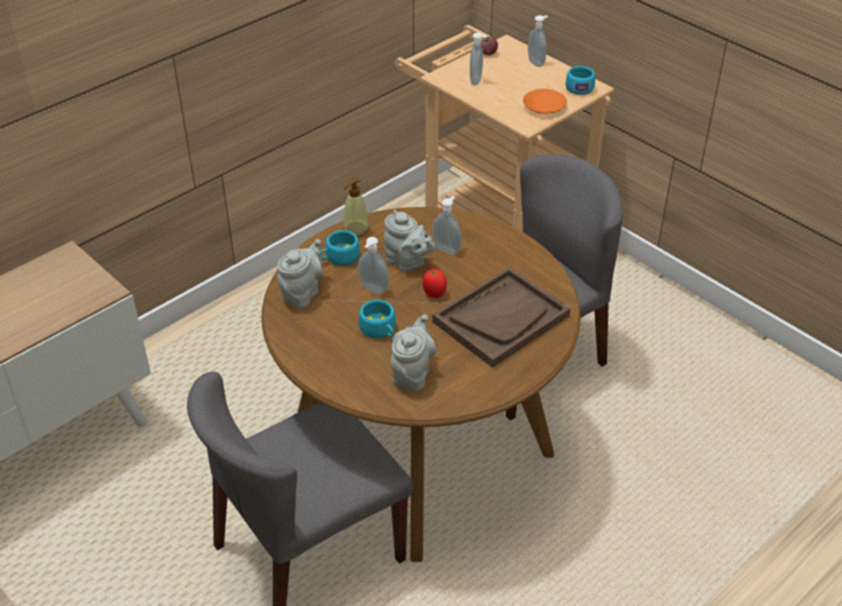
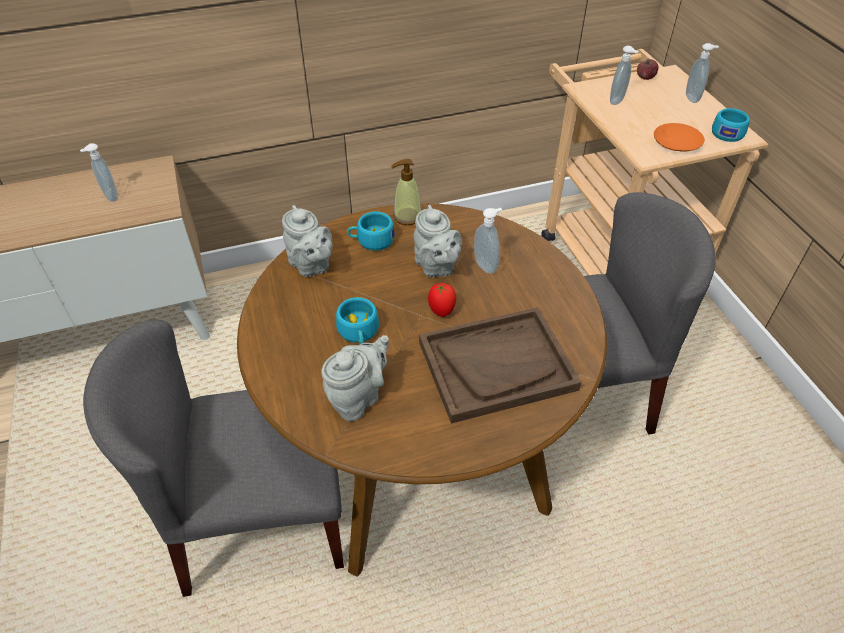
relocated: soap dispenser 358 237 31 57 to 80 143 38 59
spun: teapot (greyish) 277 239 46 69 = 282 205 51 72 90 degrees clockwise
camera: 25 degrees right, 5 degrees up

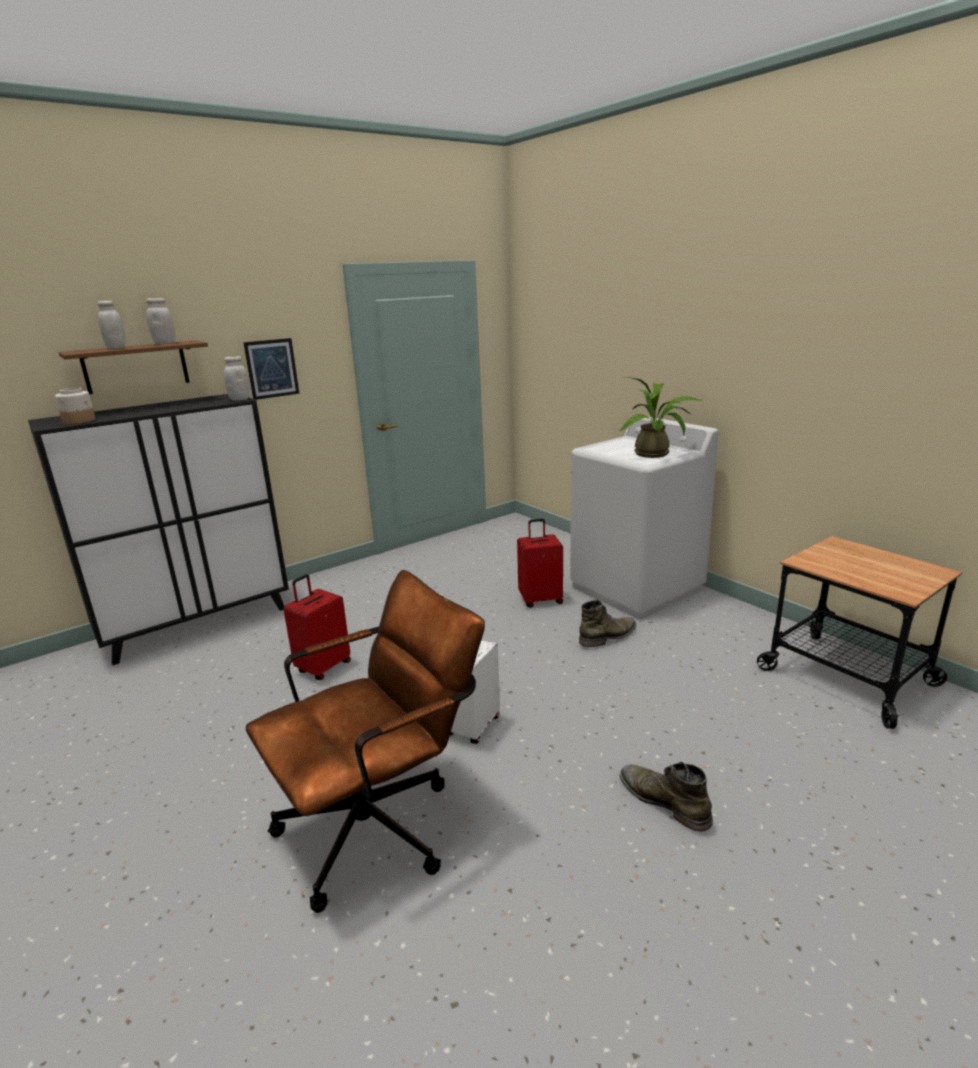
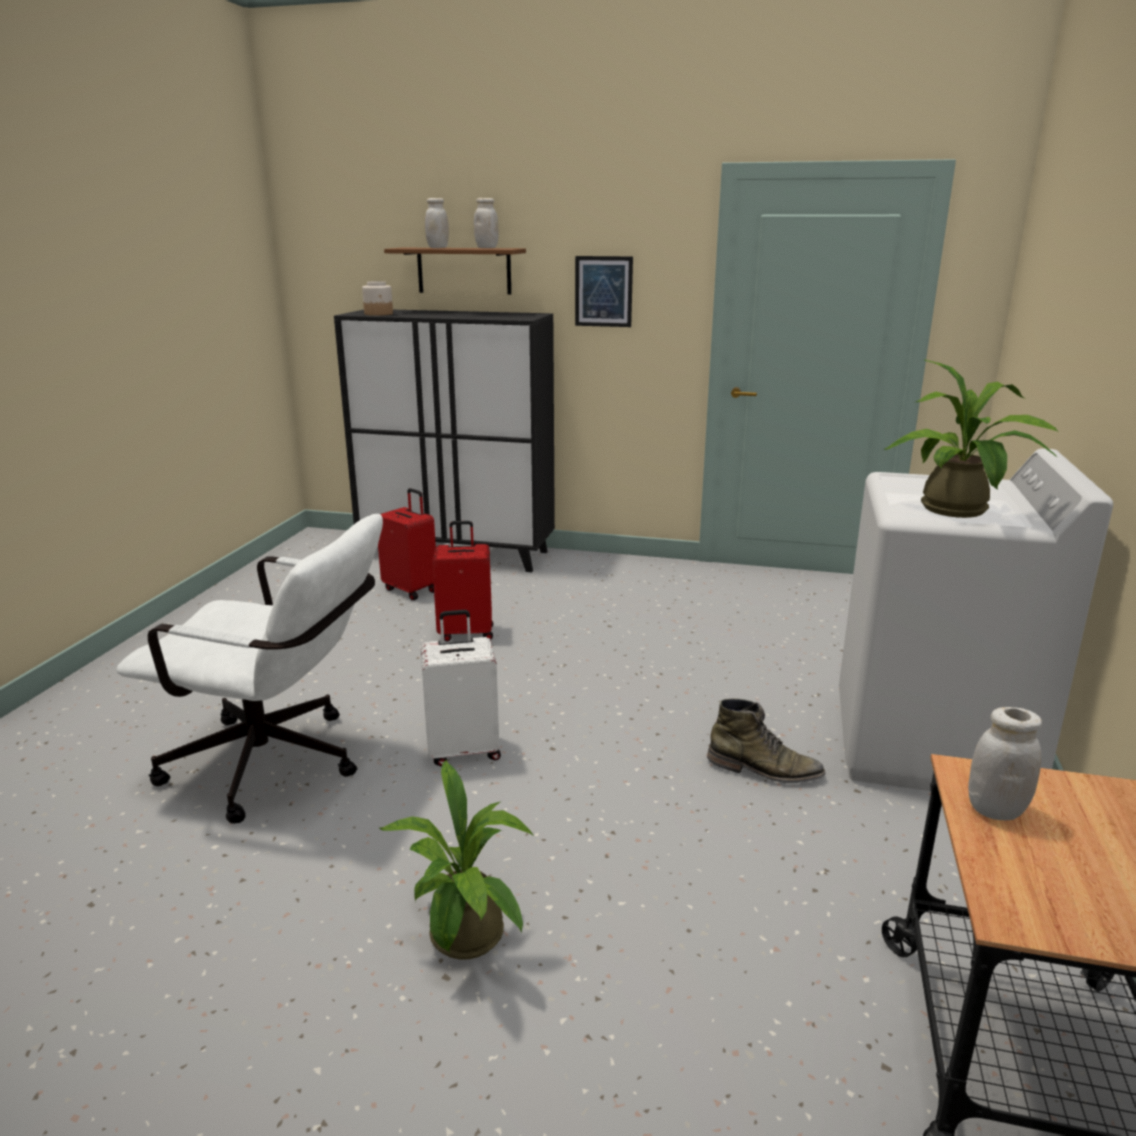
relocated: jar (white-coloured) 224 356 26 45 to 968 707 74 113; travel case (reddish) 517 519 46 89 to 378 488 58 112
exchanged: tall boot (greenish) 620 762 93 70 to houseplant 379 759 155 201
colour: computer chair (brownish) 246 570 239 343 to computer chair (white-coloured) 116 514 267 310
camera: 50 degrees right, 0 degrees up

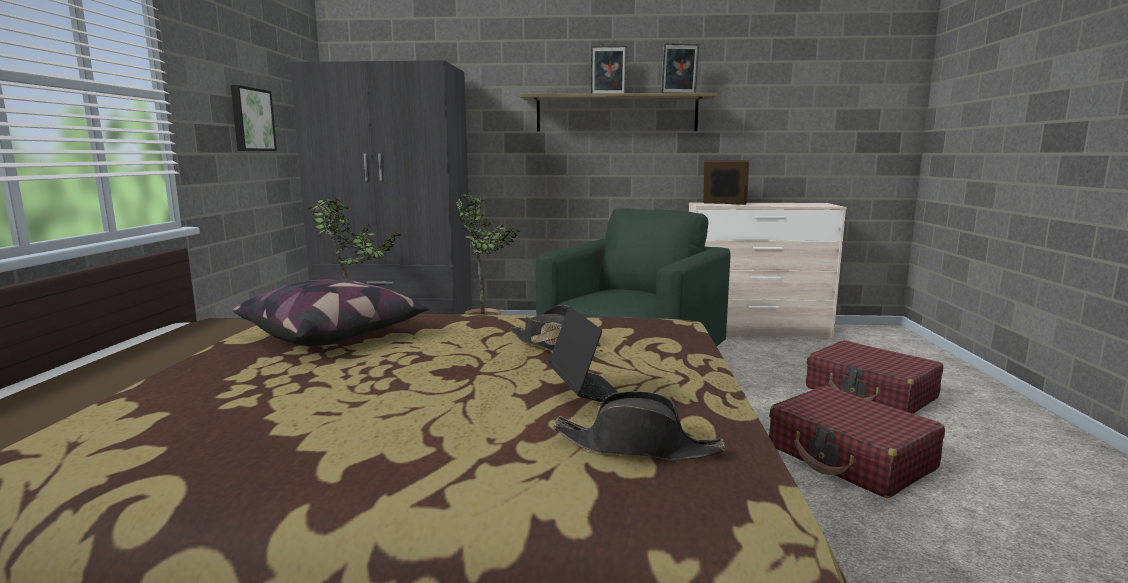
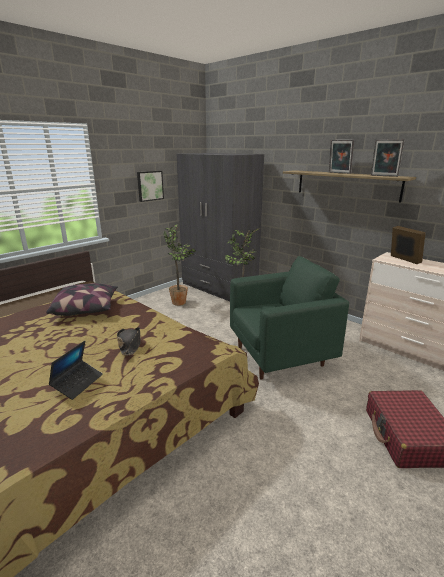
missing: travel case (reddish) 769 386 176 112; hat (blackish) 554 391 171 69
camera: 40 degrees right, 10 degrees up

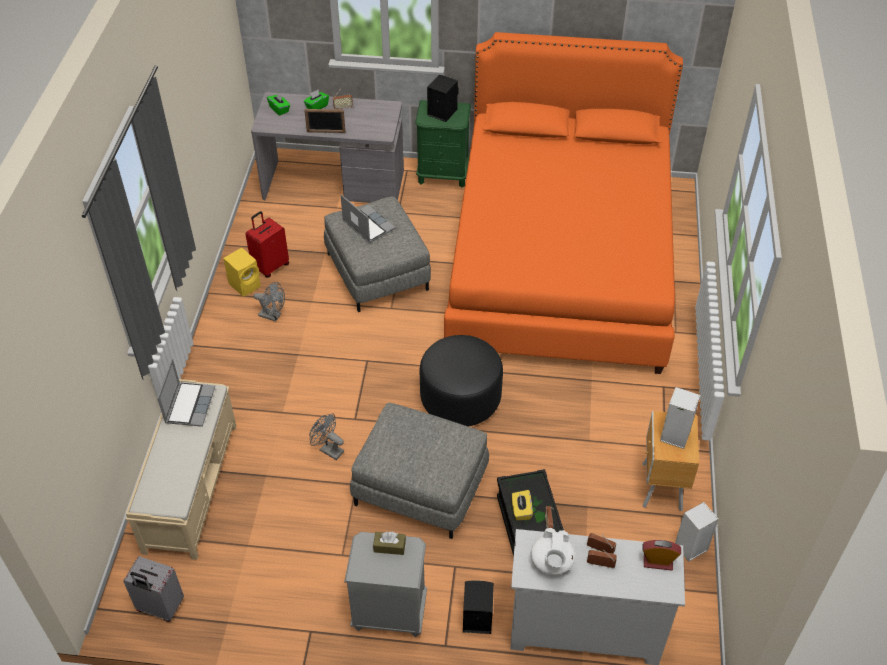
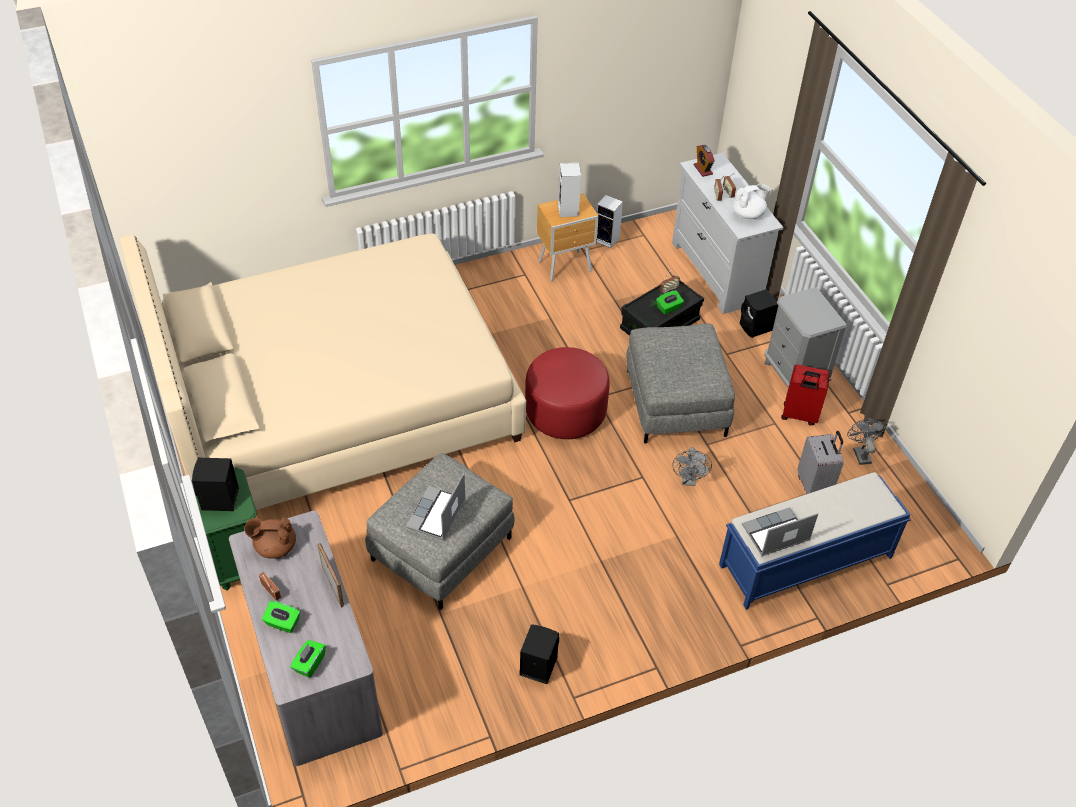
missing: tissue holder (brownish) 373 532 33 23
appeared: teapot (brownish) 244 517 52 42
relocated: travel case (reddish) 246 211 43 67 to 781 364 49 62; fan (greyish) 253 282 32 40 to 847 419 38 46; travel case (greyish) 123 556 61 66 to 797 431 47 63
colour: bedroom bed (orangey) 444 32 239 342 to bedroom bed (beige-coloured) 119 234 407 276; loudspeaker (yellow-coloured) 223 248 38 49 to loudspeaker (blackish) 520 624 39 60; ottoman (blackish) 420 335 83 91 to ottoman (reddish) 525 347 85 92; indoor bench (beige-coloured) 126 379 110 181 to indoor bench (blue-coloured) 719 472 192 138; tissue holder (yellow-coloured) 512 490 21 30 to tissue holder (greenish) 656 290 28 24
camera: 120 degrees left, 0 degrees up

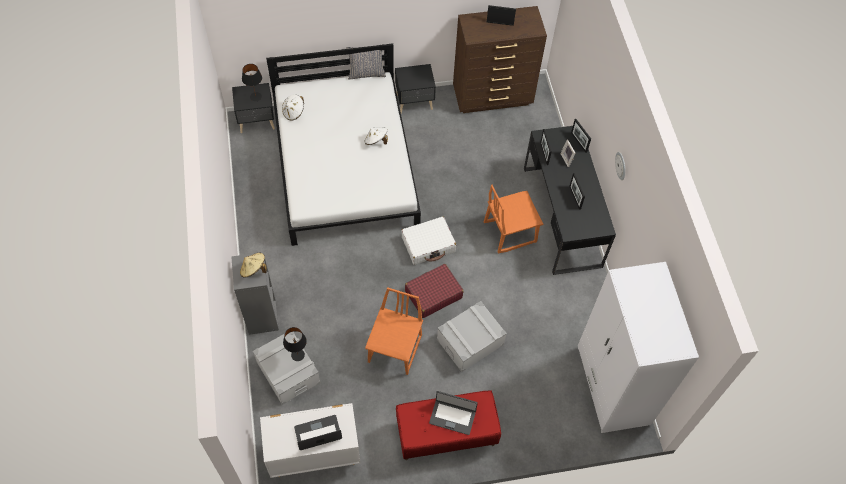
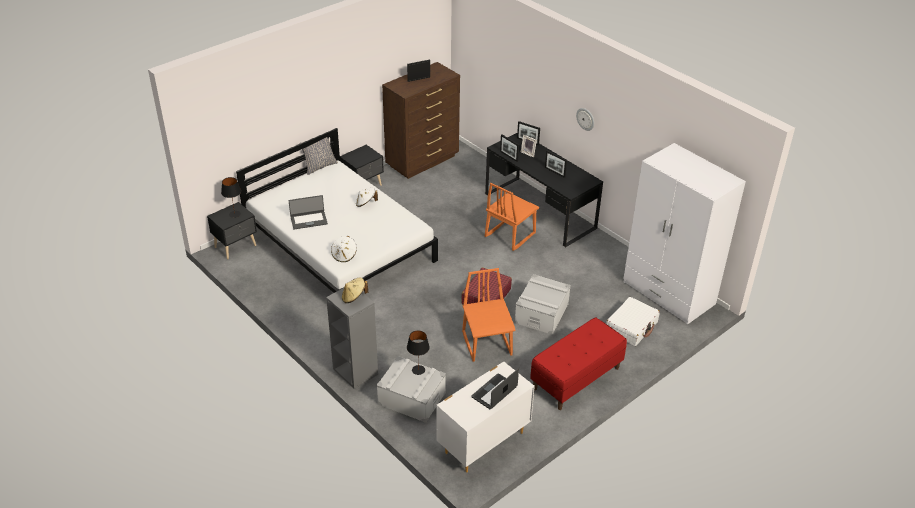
relocated: hat (white-coloured) 282 95 22 26 to 331 236 26 26; travel case (white-coloured) 401 217 55 48 to 606 297 54 49; notebook computer 429 391 49 44 to 289 195 39 34
camera: 30 degrees left, 20 degrees down

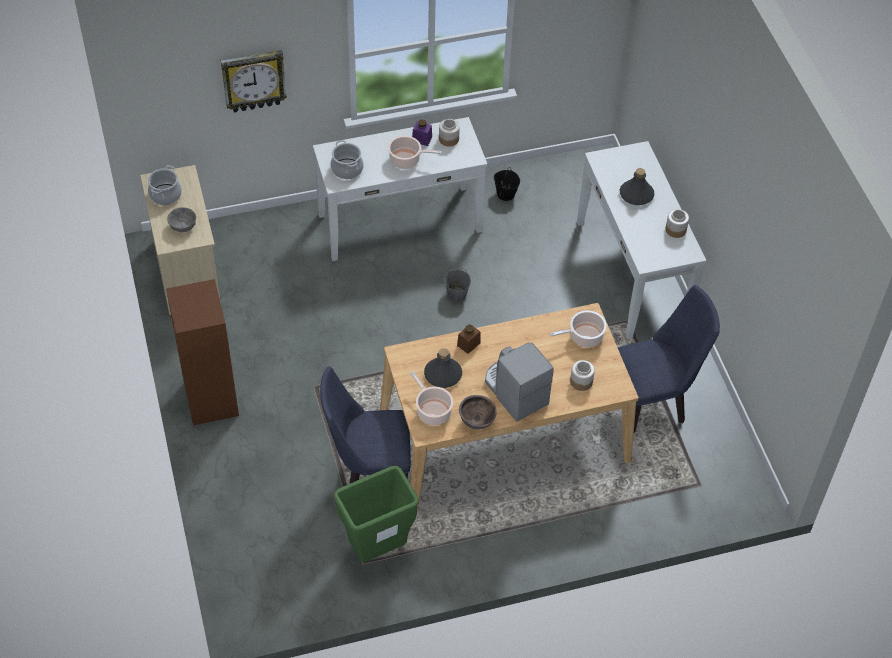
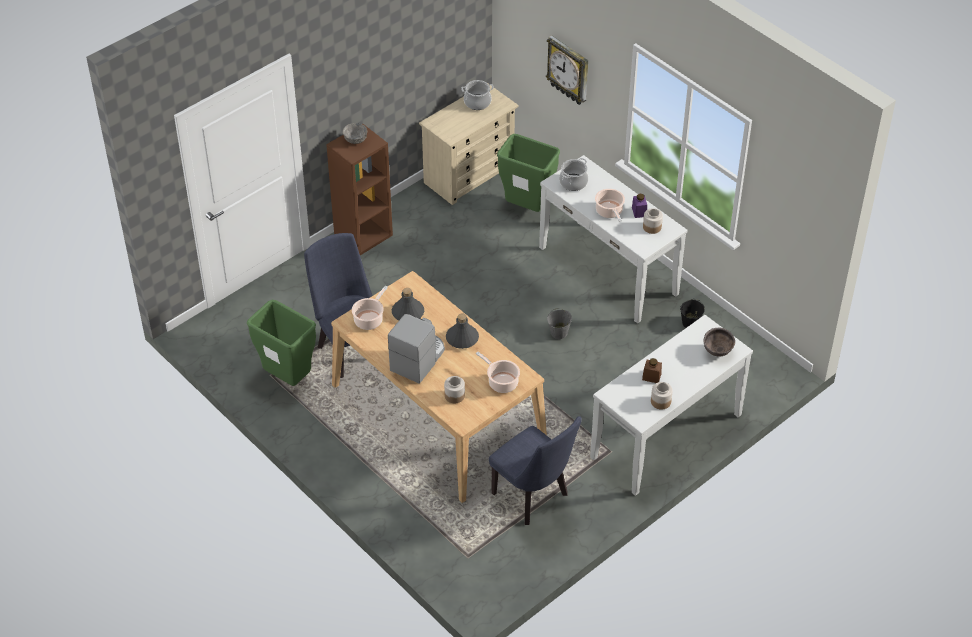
appeared: waste bin (greenish) 497 134 63 78
relocated: bottle (greyish) 620 168 34 37 to 446 313 33 36; bowl (greyish) 167 207 29 25 to 342 123 25 21; jar (brownish) 457 324 24 30 to 642 358 20 25; bowl (brownish) 459 395 38 35 to 704 328 31 29
camera: 65 degrees right, 5 degrees down

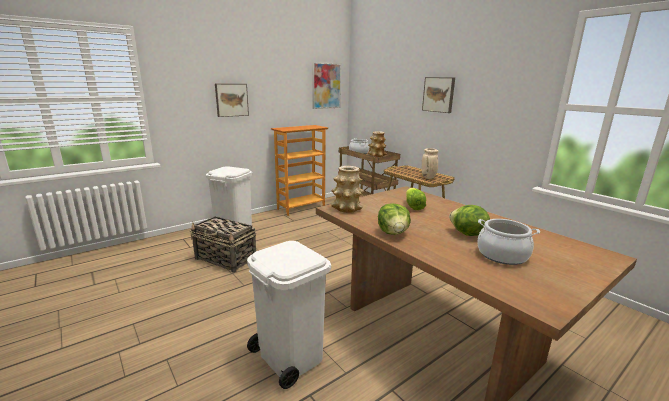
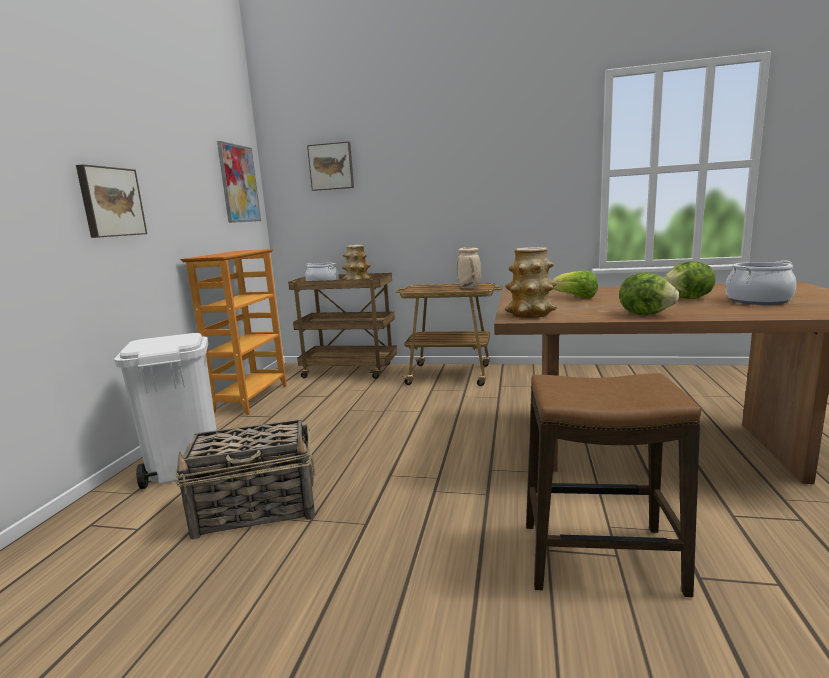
relocated: wall art 422 77 33 36 to 307 141 47 50
exchanged: waste bin (white-coloured) 247 241 84 148 to sitting stool 526 373 175 225
camera: 40 degrees left, 5 degrees down

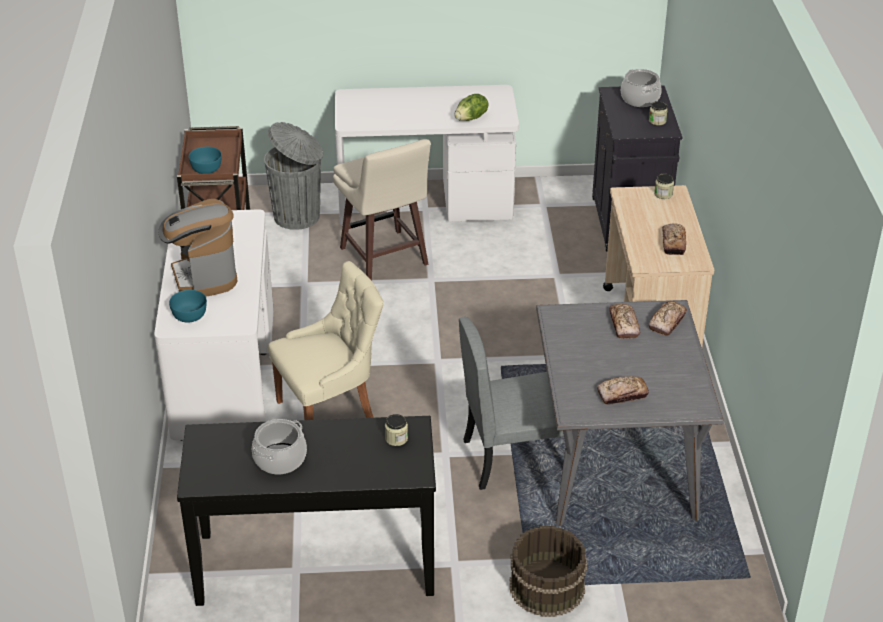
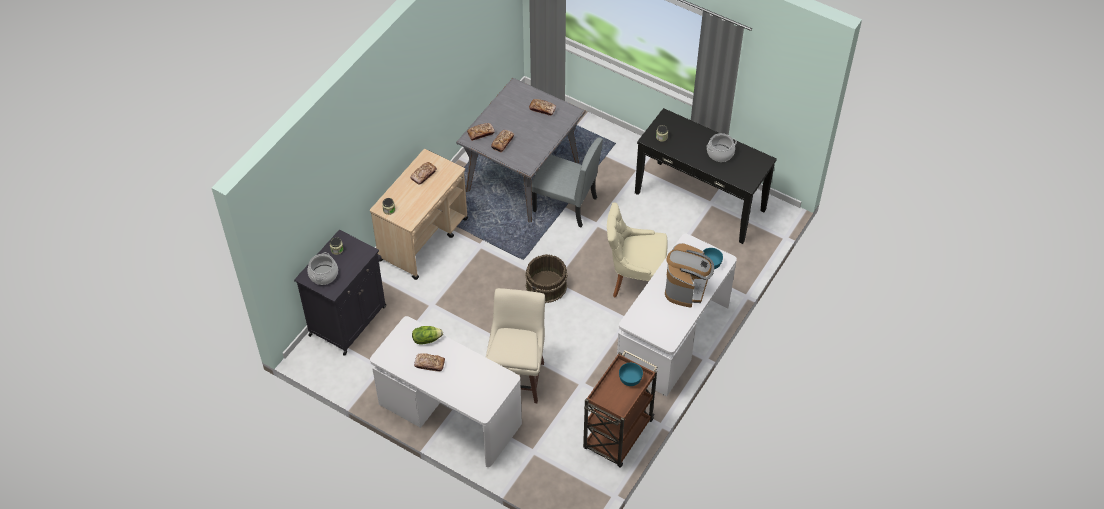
missing: waste bin (greyish) 264 122 59 108
appeared: bakery bread 414 353 31 18
relocated: pail (brownish) 510 526 77 91 to 525 254 43 49
camera: 145 degrees left, 15 degrees up

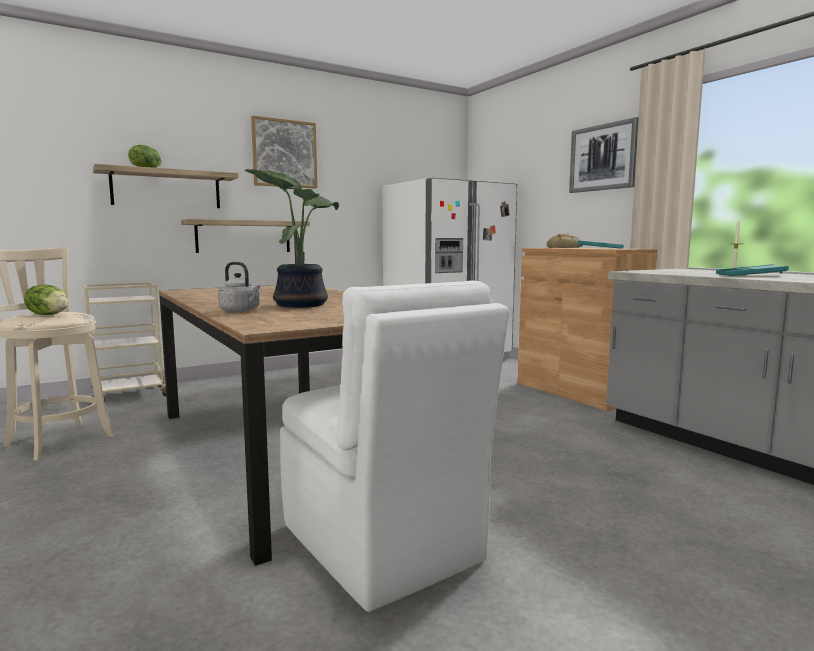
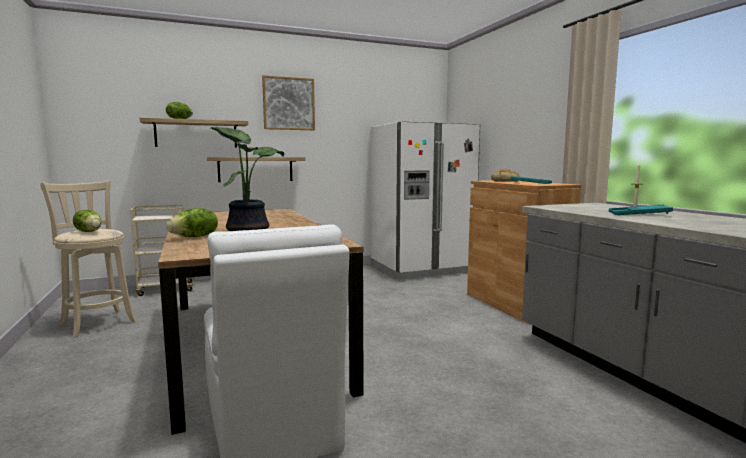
missing: wall art 569 117 70 76
exchanged: tea kettle (greyish) 218 262 42 50 to lettuce 166 208 52 29
camera: 10 degrees right, 0 degrees up

